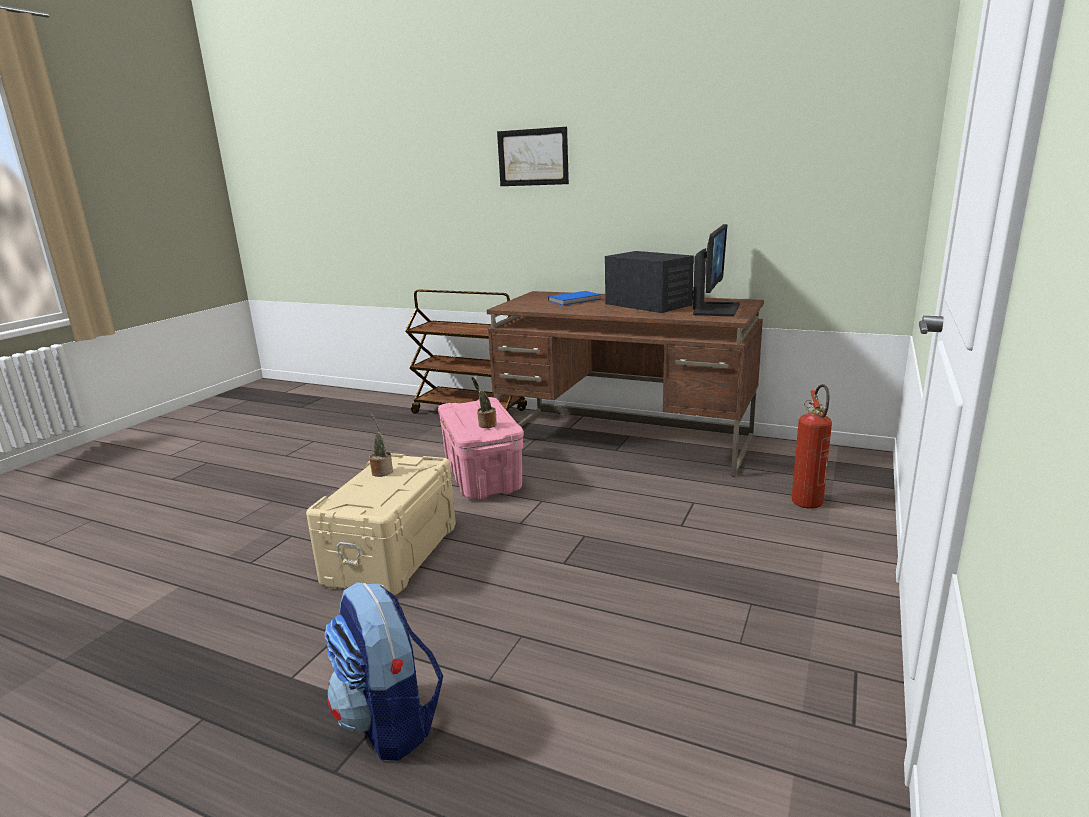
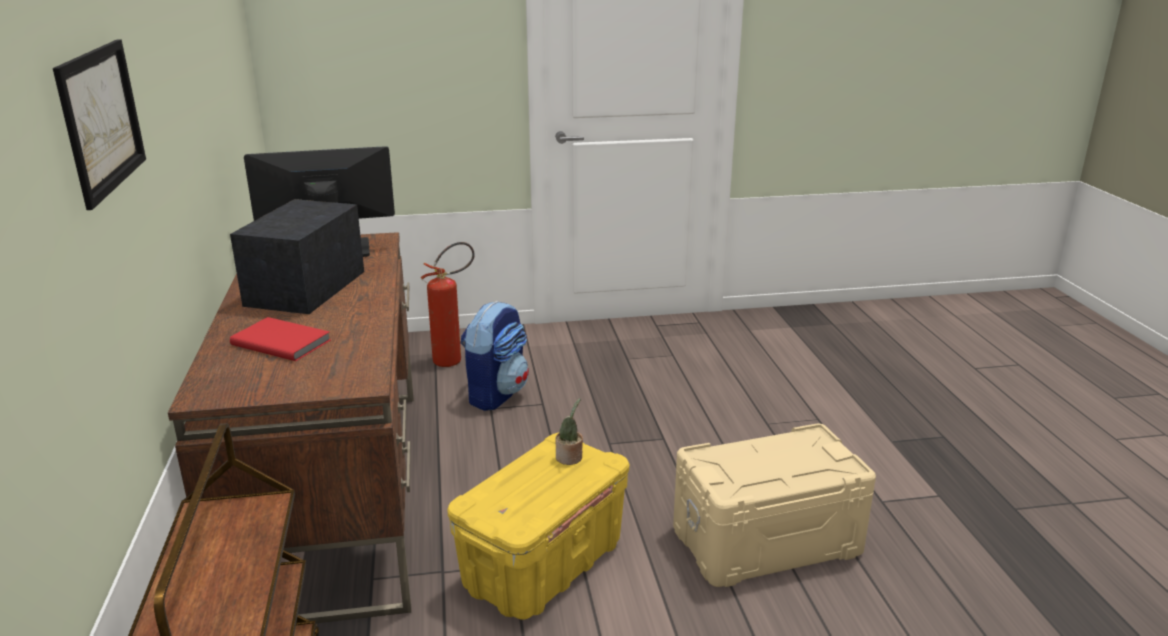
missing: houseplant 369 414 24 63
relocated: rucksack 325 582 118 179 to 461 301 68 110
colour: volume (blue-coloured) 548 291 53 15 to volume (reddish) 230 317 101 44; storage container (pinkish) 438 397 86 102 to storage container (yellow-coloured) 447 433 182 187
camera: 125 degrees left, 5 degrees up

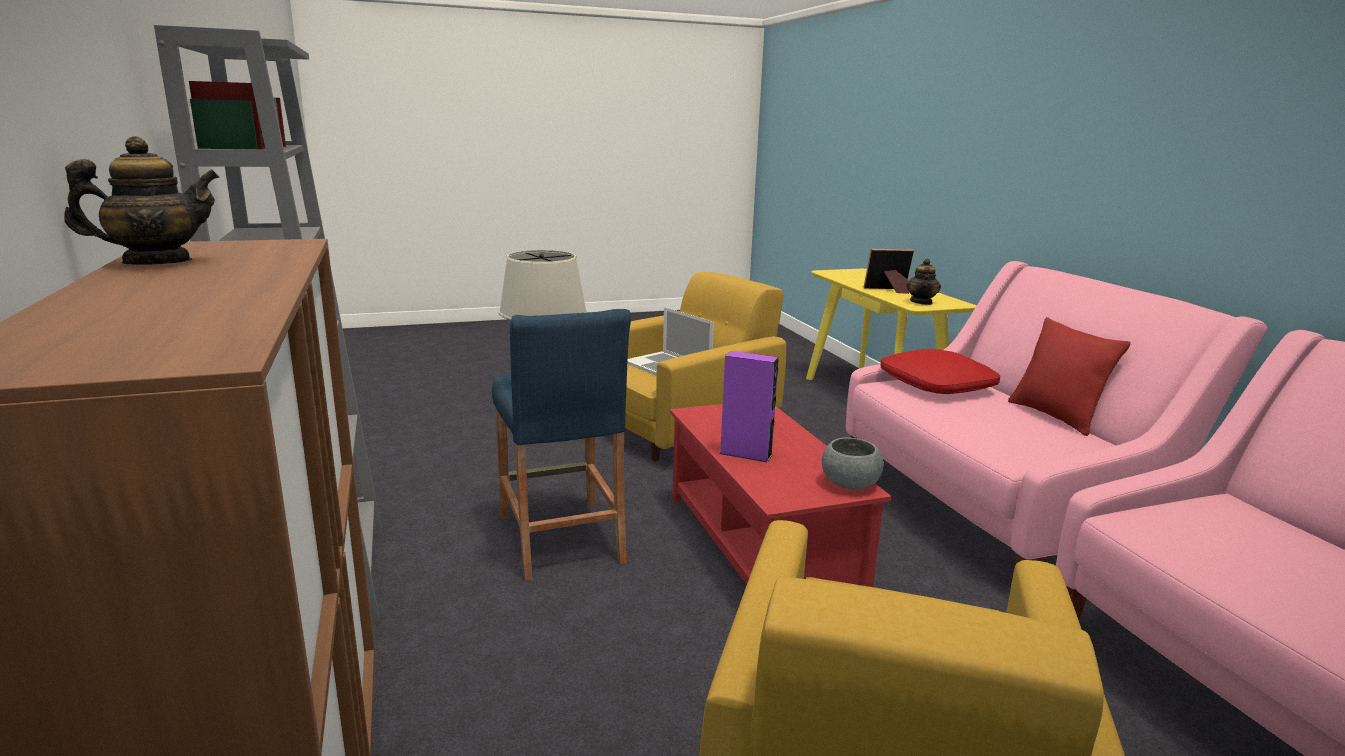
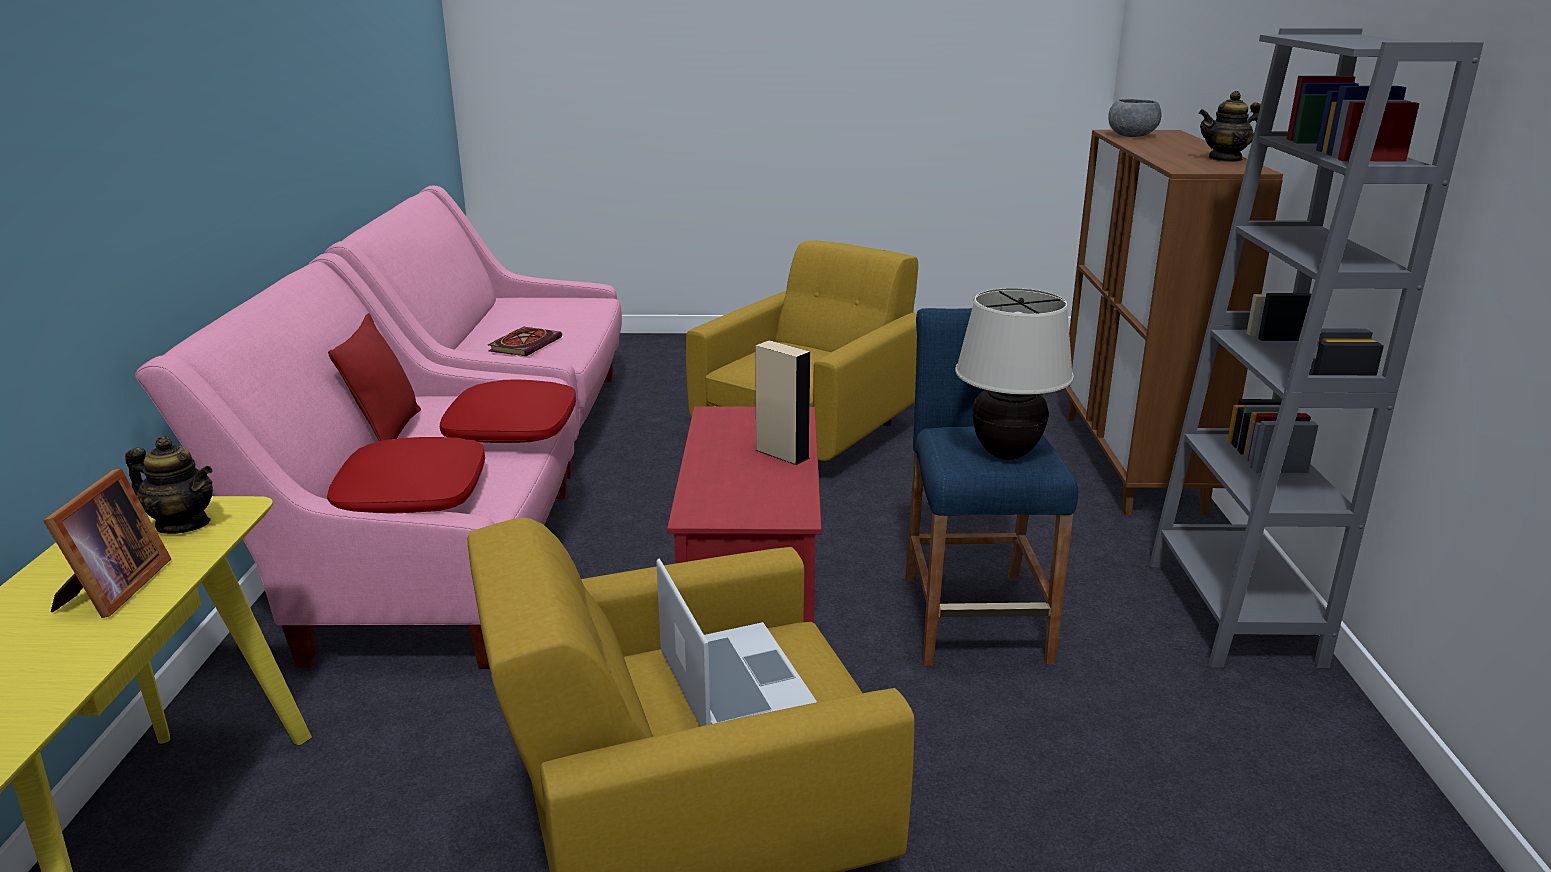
appeared: volume 488 327 74 29; throw pillow (reddish) 440 379 136 64
relocated: bowl (greyish) 822 437 62 52 to 1108 99 54 38
colour: loudspeaker (purple) 719 351 60 112 to loudspeaker (beige-coloured) 755 340 55 125
spun: picture frame 864 249 50 45 = 43 468 128 150 105 degrees counterclockwise; teapot 906 258 35 47 = 125 436 88 98 75 degrees clockwise
camera: 160 degrees left, 5 degrees up

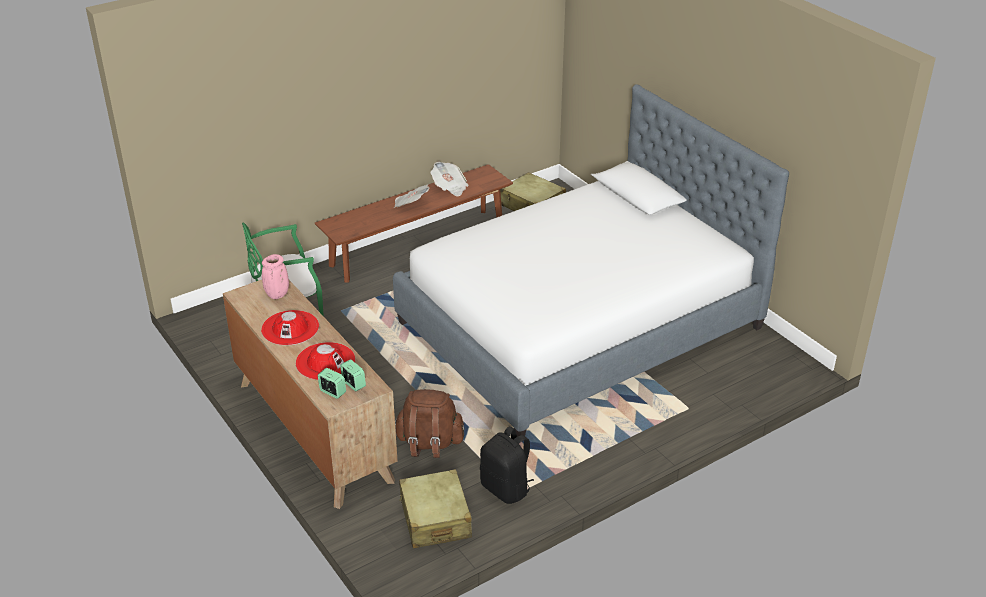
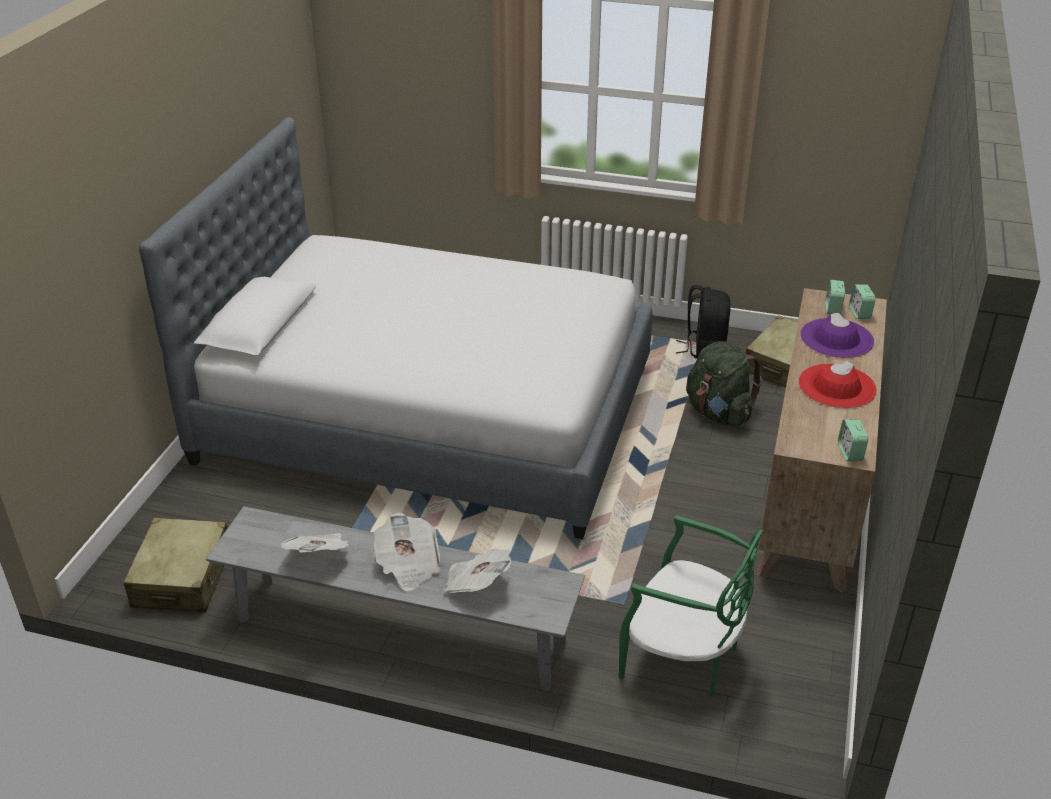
missing: decorative vase (pinkish) 262 254 27 45
appeared: bedside clock 838 419 30 42; newspaper 444 549 67 44
colour: indoor bench (brownish) 314 164 199 119 to indoor bench (greyish) 206 506 379 185; hat (reddish) 296 342 59 38 to hat (purple) 800 313 74 45; rucksack (brownish) 395 389 70 69 to rucksack (greenish) 686 341 76 86
camera: 130 degrees left, 0 degrees up

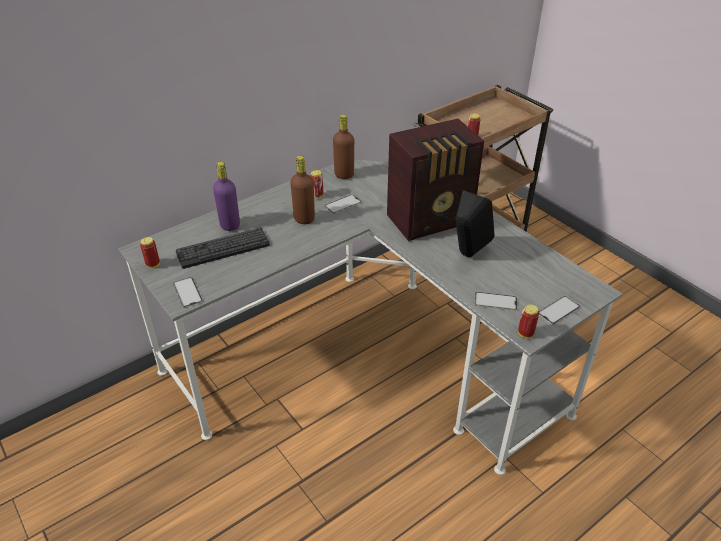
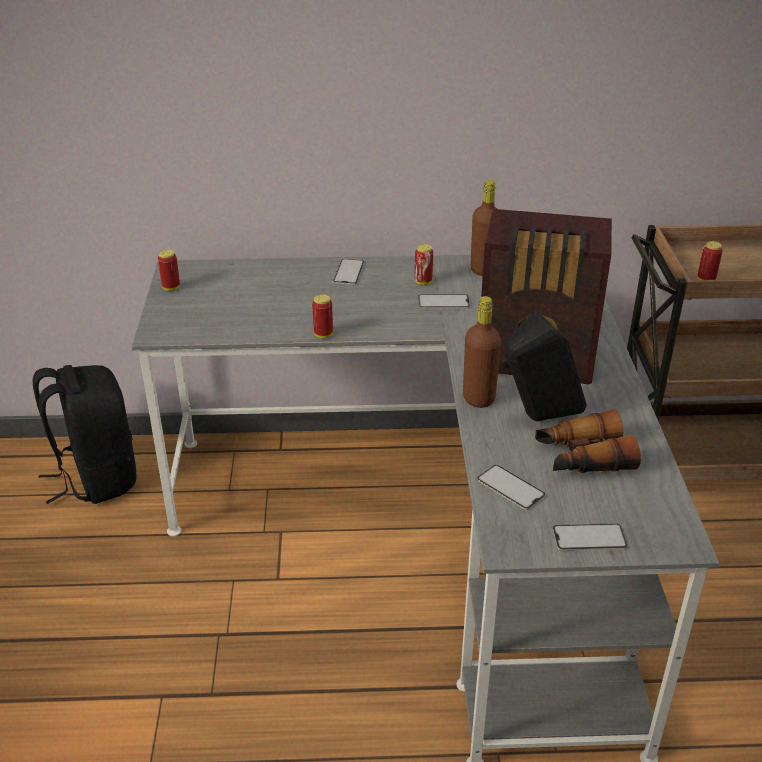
missing: bottle (purple) 213 161 27 70; PC keyboard 176 228 94 41
appeared: rucksack (blackish) 33 365 104 139; field glasses 535 409 106 64
relocated: bottle (brownish) 290 156 25 68 to 463 296 38 112; phone 173 277 30 31 to 333 259 31 26; sealed can 518 304 21 34 to 312 294 21 44
camera: 35 degrees right, 5 degrees down

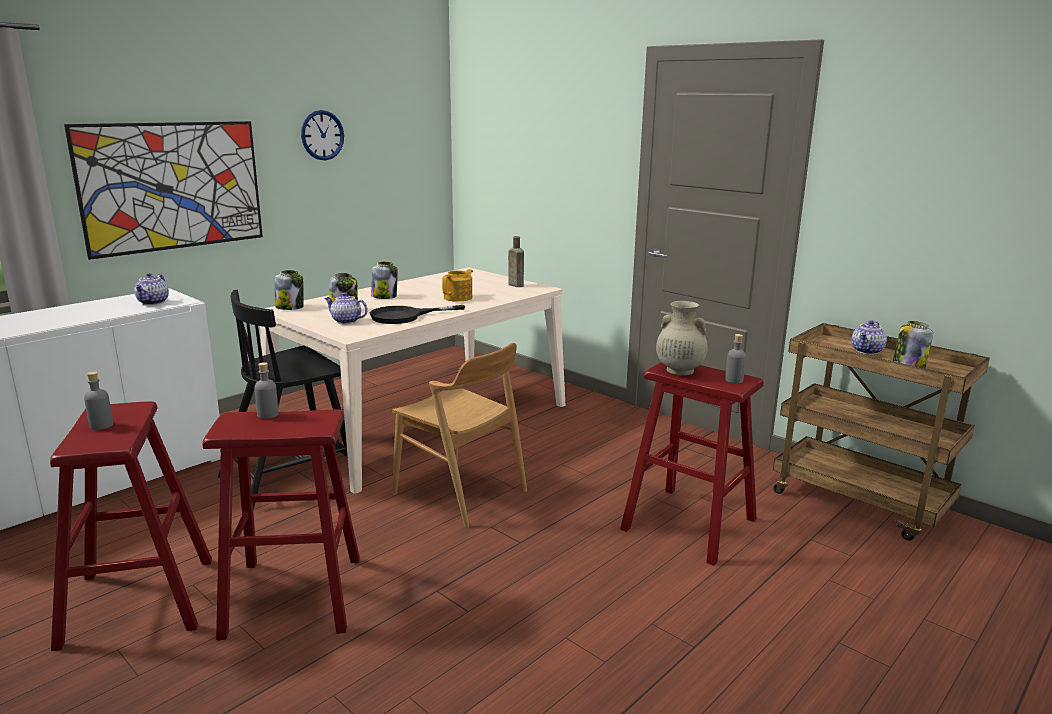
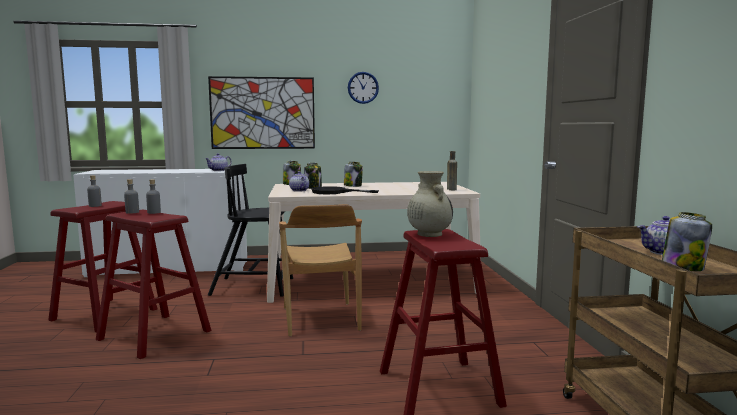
missing: teapot 442 269 31 33
relocated: bottle (greyish) 725 334 21 49 to 124 179 15 35
camera: 40 degrees right, 10 degrees down

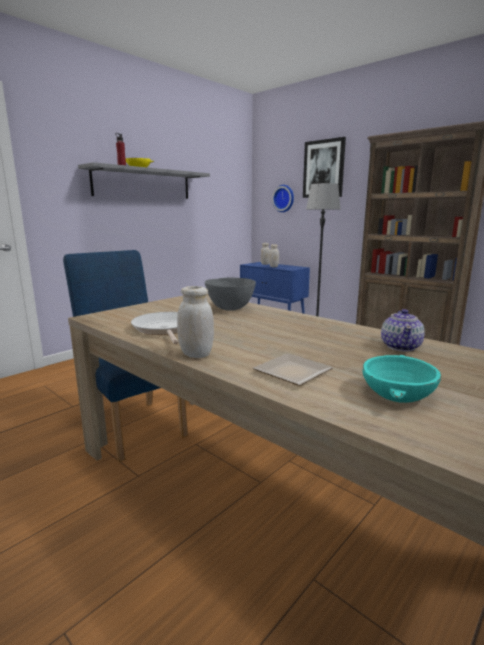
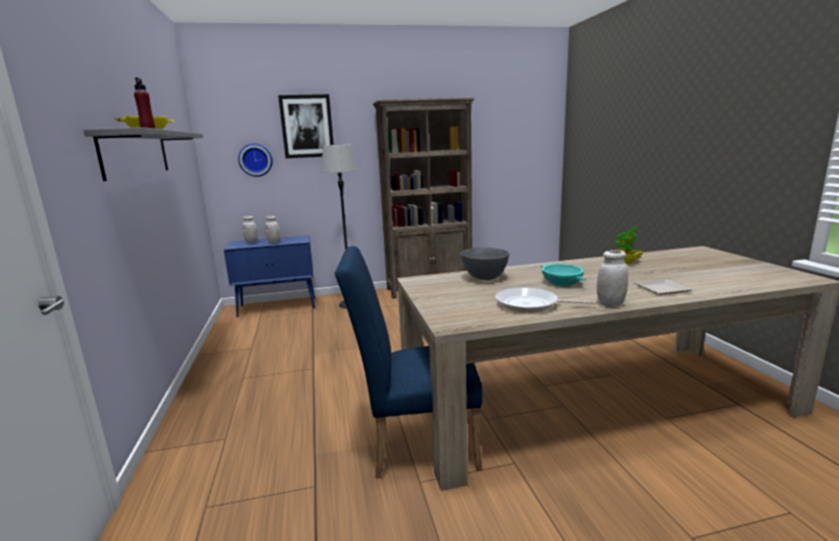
relocated: bowl (turquoise-coloured) 363 355 78 48 to 541 264 45 22
exchanged: teapot 381 309 44 42 to houseplant 615 226 28 38
camera: 55 degrees left, 0 degrees up

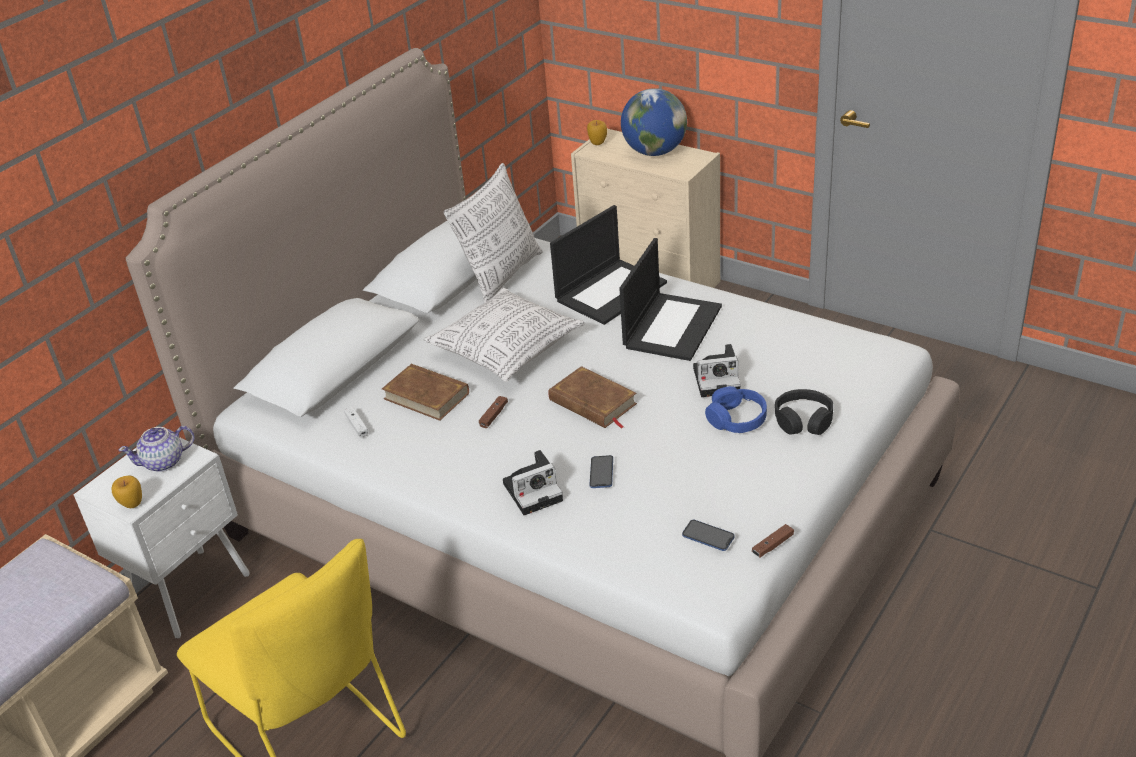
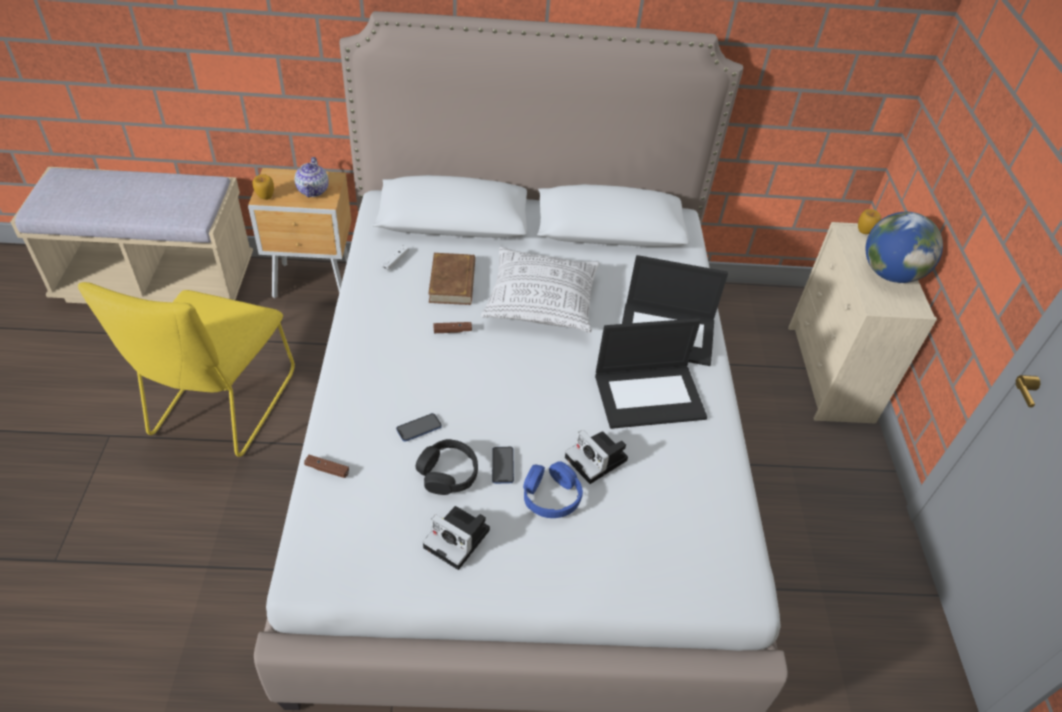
missing: throw pillow 444 163 99 139; volume (brownish) 548 366 89 63
relocated: headphones (blackish) 775 389 58 46 to 416 439 62 56; still camera 503 450 60 65 to 423 506 67 64; phone 682 519 53 32 to 492 447 22 37; joypad (brownish) 752 524 42 34 to 304 455 45 23
colour: nightstand (white-coloured) 73 437 176 202 to nightstand (brownish) 248 168 103 130
spun: teapot 118 426 77 46 = 294 157 35 40 120 degrees counterclockwise
camera: 50 degrees right, 10 degrees up

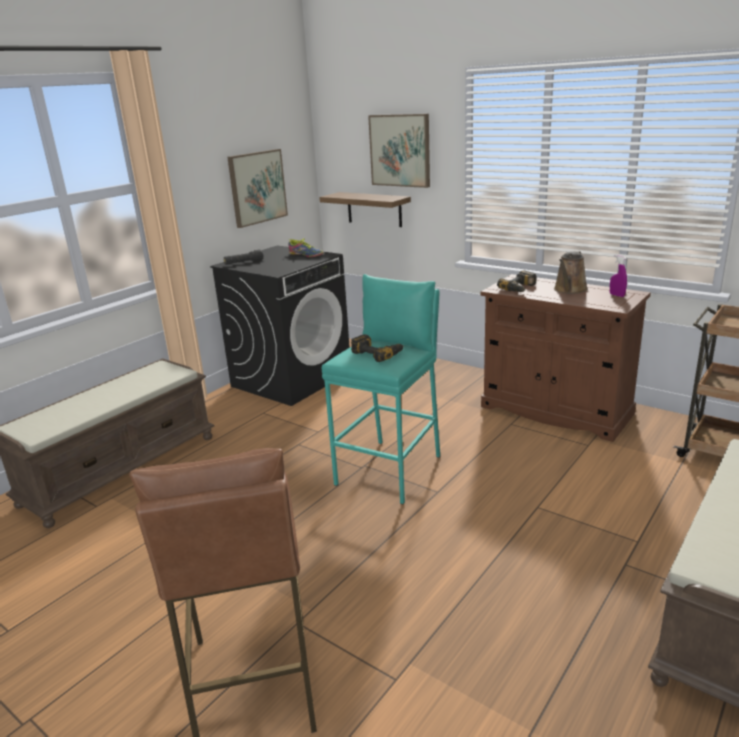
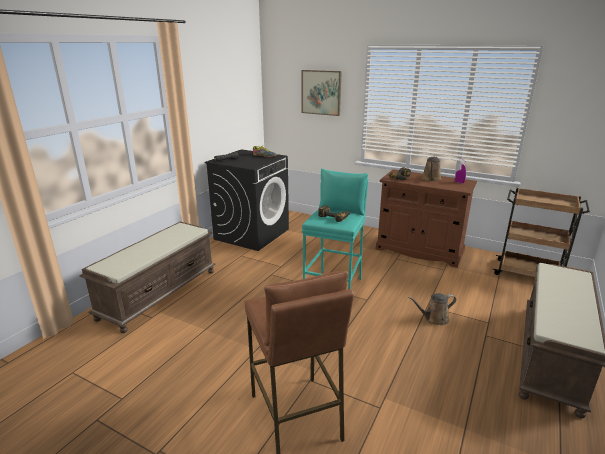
missing: wall art 227 149 61 79; bracket shelf 319 192 92 35
appeared: sprinkling can (brownish) 408 293 48 32
camera: 10 degrees left, 0 degrees up

